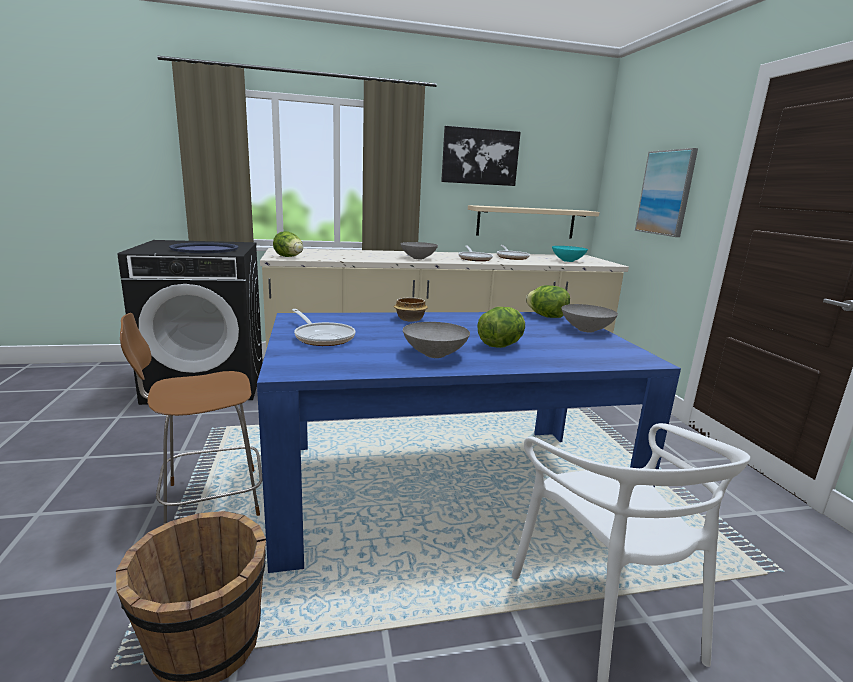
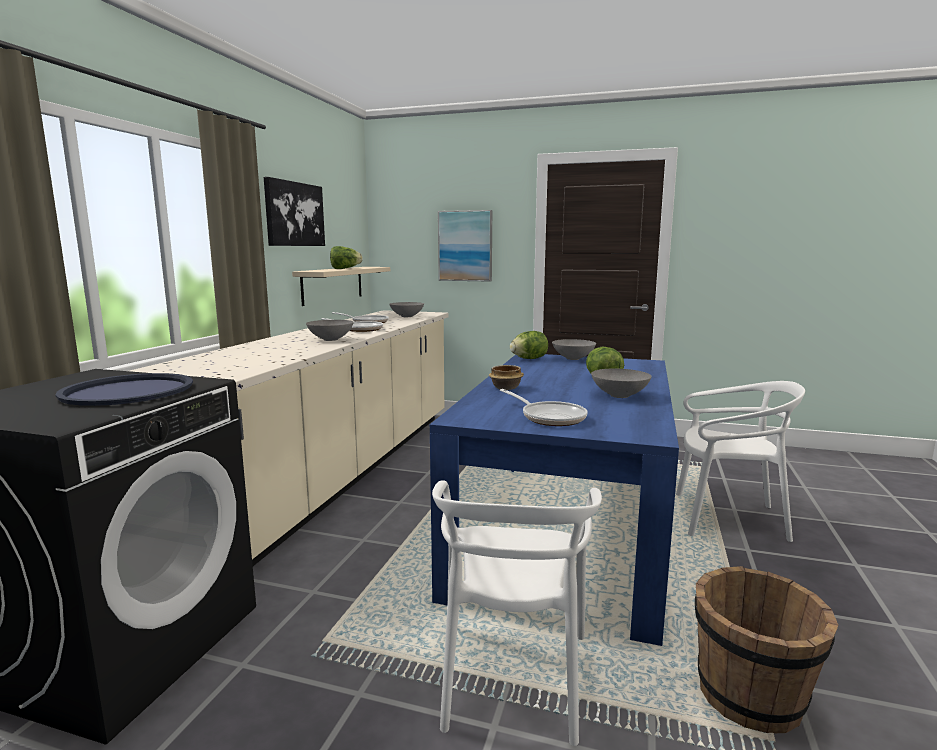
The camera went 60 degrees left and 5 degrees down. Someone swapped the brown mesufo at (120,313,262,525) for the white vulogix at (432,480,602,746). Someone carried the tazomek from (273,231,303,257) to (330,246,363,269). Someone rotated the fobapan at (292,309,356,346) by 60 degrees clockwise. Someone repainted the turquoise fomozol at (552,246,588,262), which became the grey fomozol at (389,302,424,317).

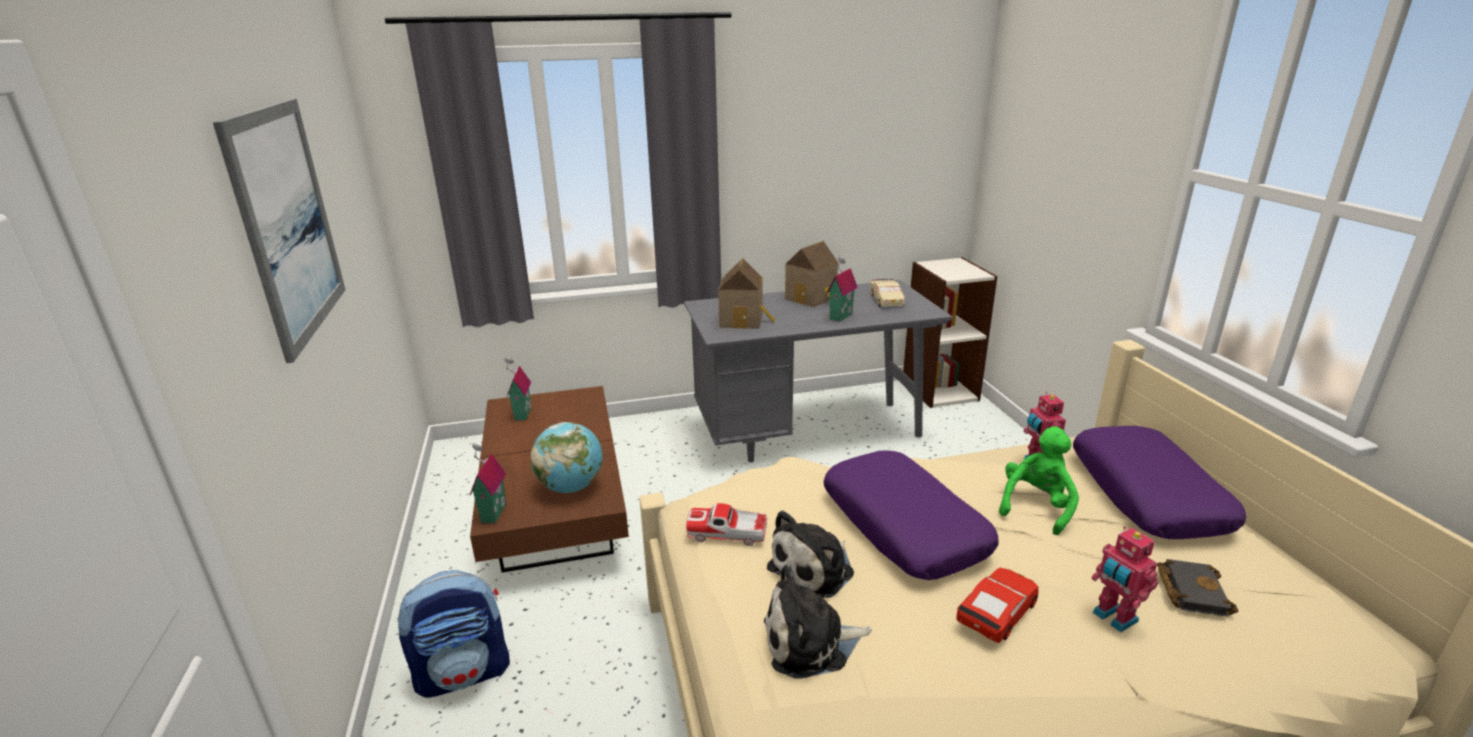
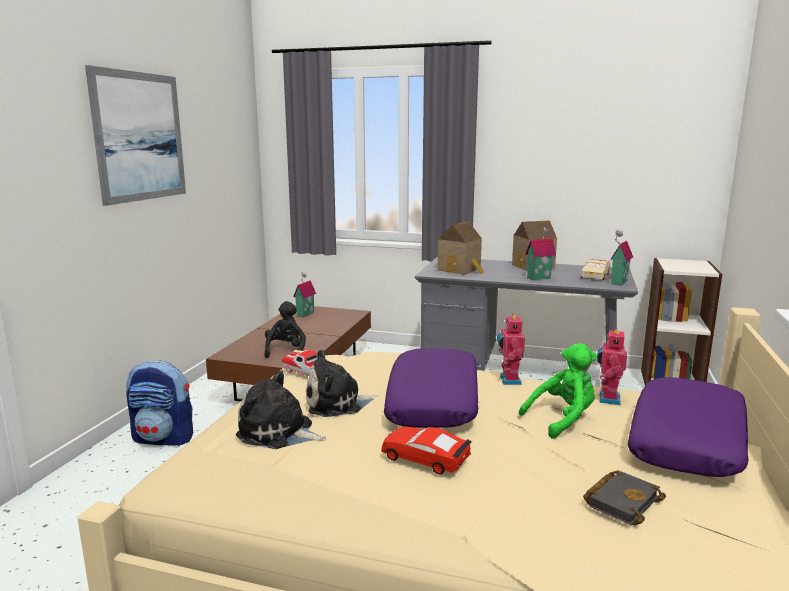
The camera went 30 degrees right and 10 degrees down. Someone carried the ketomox from (470,442,506,523) to (610,230,633,286). Someone swapped the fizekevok at (530,422,603,493) for the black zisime at (264,301,306,358). Someone rotated the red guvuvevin at (956,567,1039,643) by 135 degrees counterclockwise. Someone carried the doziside from (1091,526,1158,632) to (497,314,525,385).

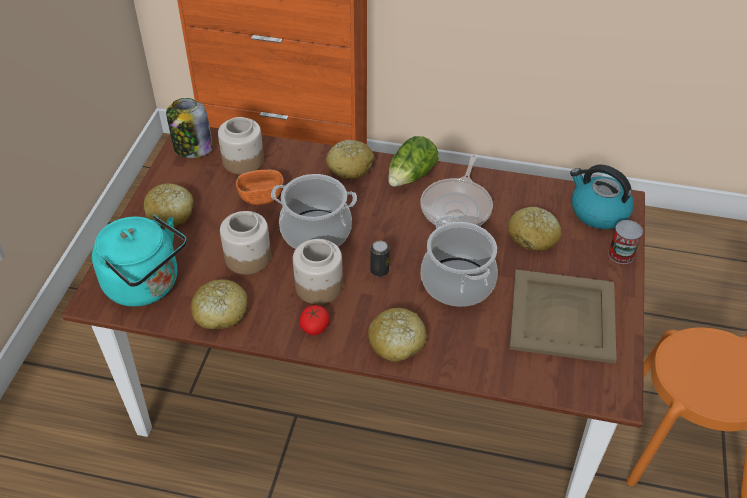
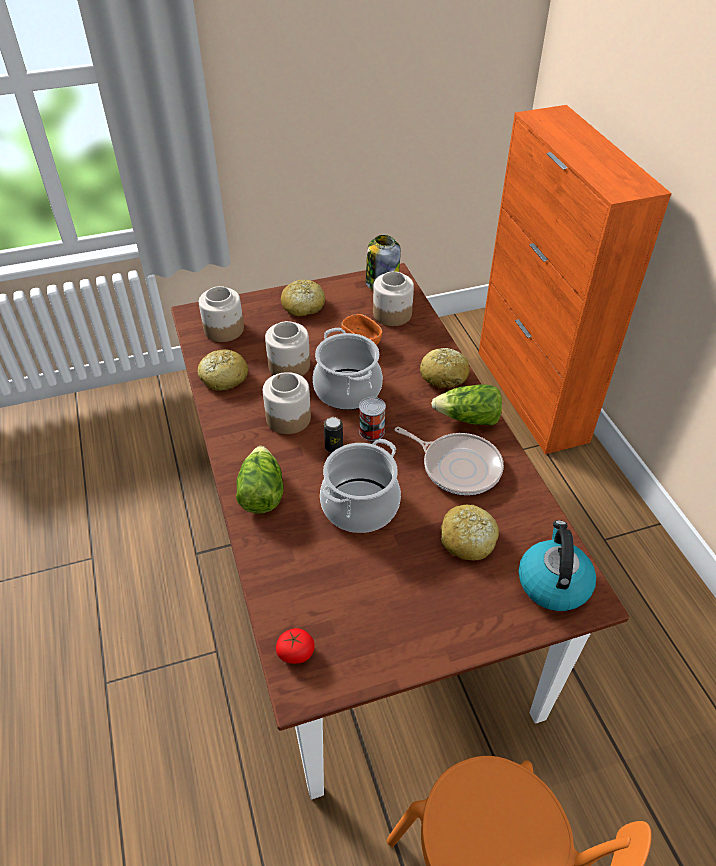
The camera went 60 degrees right and 0 degrees up. Someone swapped the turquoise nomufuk at (92,215,187,307) for the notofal at (199,286,244,342). Someone carried the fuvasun from (299,305,330,335) to (276,628,315,664). Someone swapped the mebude at (368,308,427,362) for the tazomek at (236,446,284,514). Someone rotated the fobapan at (421,155,493,227) by 135 degrees counterclockwise. Someone took away the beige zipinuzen at (509,269,617,364). Someone carried the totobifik from (608,220,643,264) to (359,397,386,441).

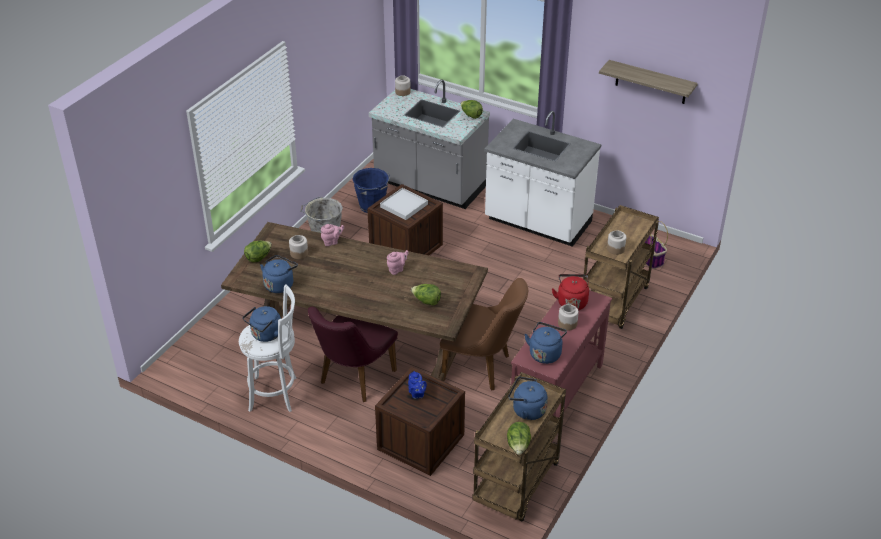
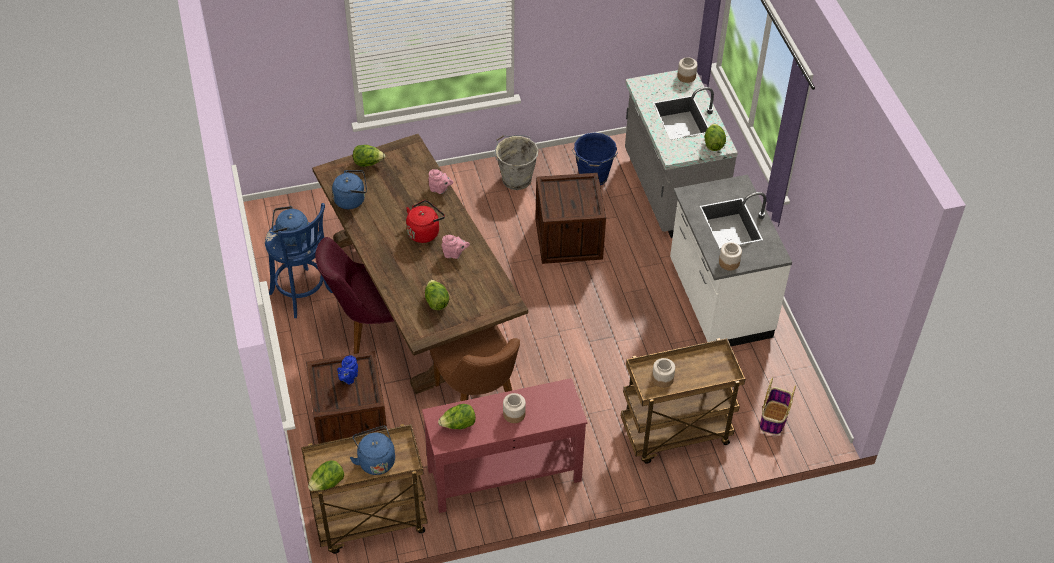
The camera went 45 degrees right and 10 degrees up. Someone repainted the white mesufo at (239,284,296,412), which became the blue mesufo at (265,203,333,318). Someone carried the notofal from (289,235,308,259) to (719,242,742,271). Someone took away the white zipinuzen at (380,188,428,220). Someone swapped the blue nomufuk at (524,322,567,364) for the tazomek at (438,404,476,429). Someone carried the red nomufuk from (552,274,589,310) to (406,200,445,243). Someone took away the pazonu at (599,60,698,104).

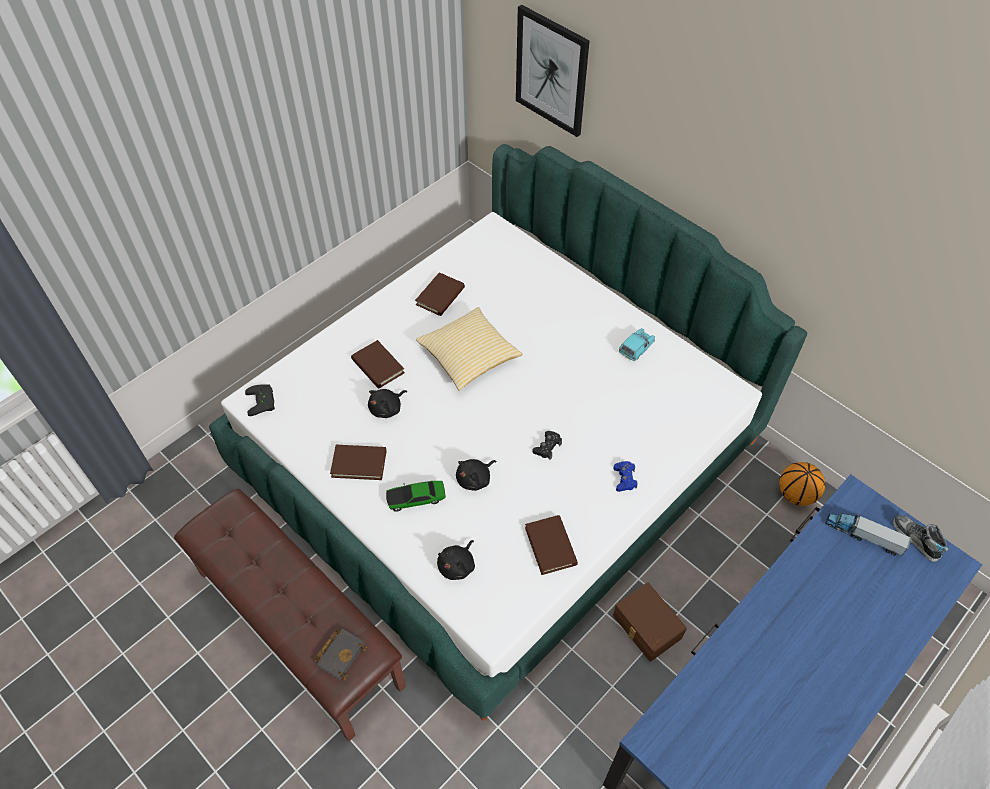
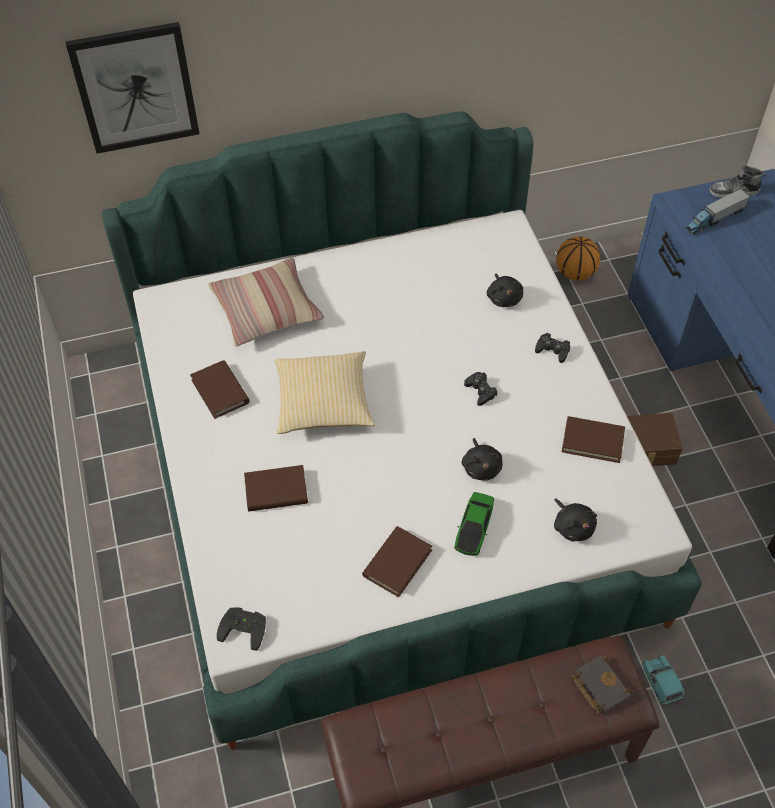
The camera went 60 degrees left and 0 degrees up. Someone carried the black zisime from (368,389,407,418) to (487,274,523,307). Someone repainted the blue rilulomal at (613,461,638,492), which became the black rilulomal at (535,333,570,363). Someone carried the turquoise guvuvevin from (619,328,655,361) to (642,655,685,705). Someone put down the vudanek at (208,258,324,347).

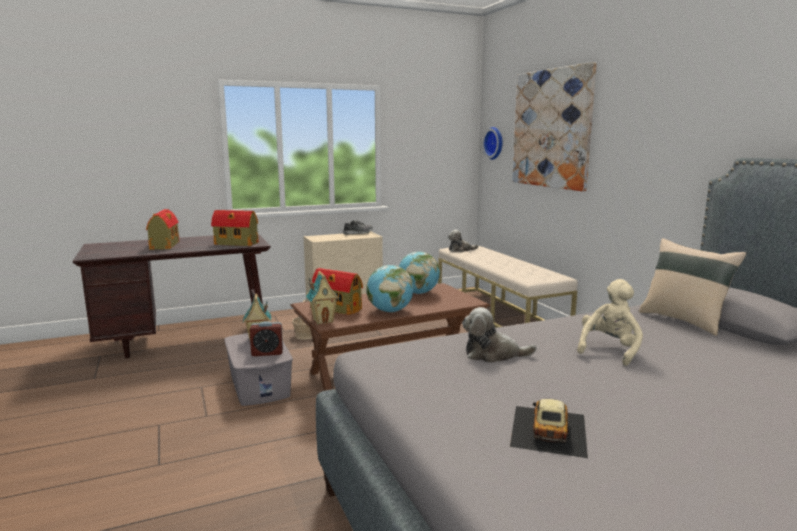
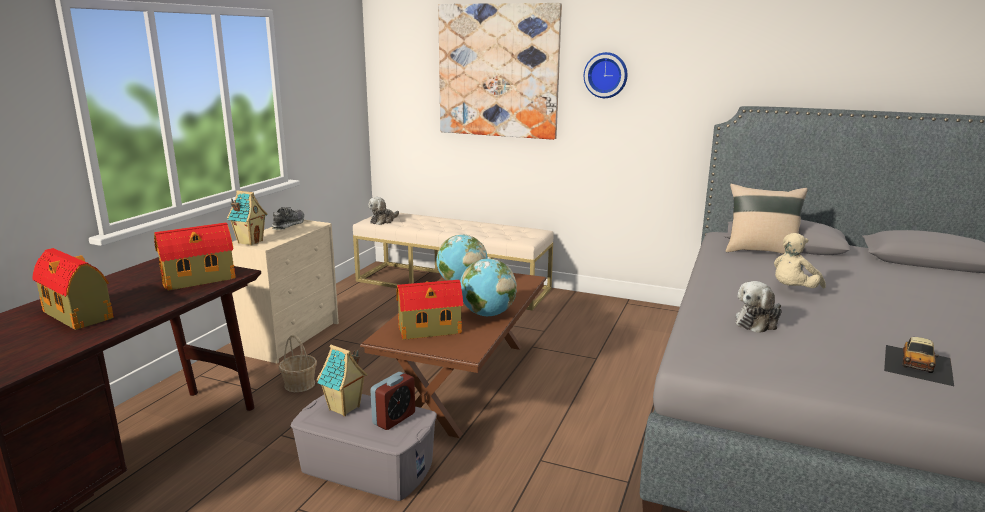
The camera went 45 degrees left and 5 degrees up. Someone carried the ketomox from (306,271,339,325) to (227,190,268,246). Someone carried the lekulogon from (482,127,503,160) to (584,52,627,98). Someone rotated the guvuvevin at (510,399,588,458) by 120 degrees counterclockwise. Someone rotated the beige zisime at (577,279,643,366) by 120 degrees counterclockwise.

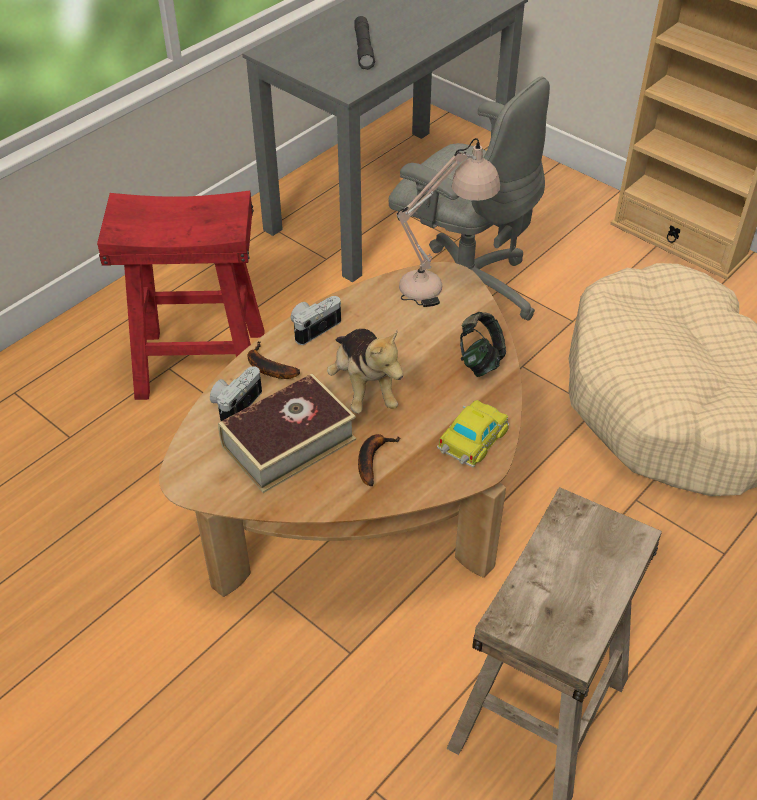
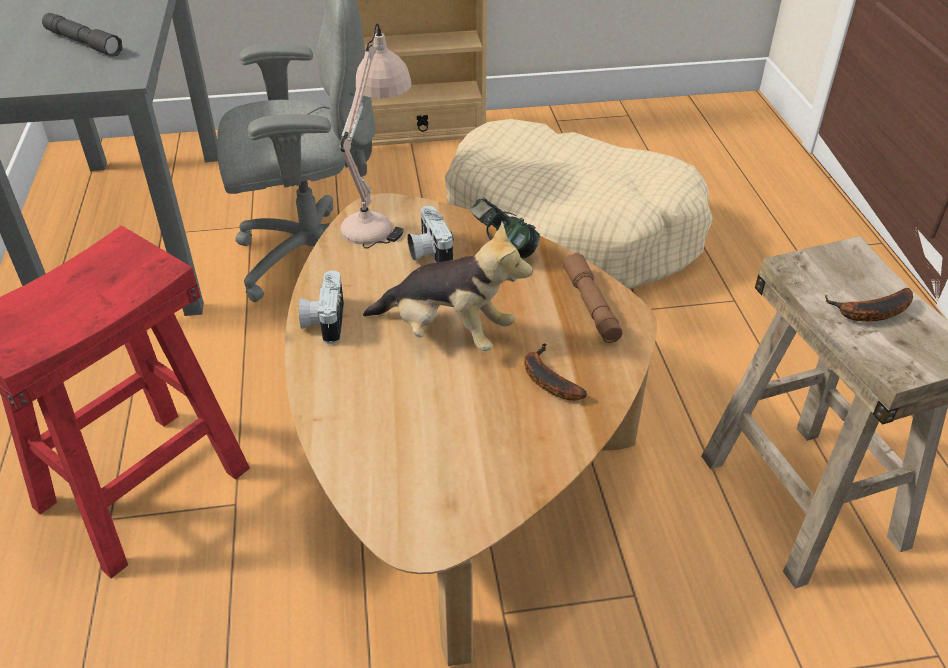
The camera went 50 degrees left and 5 degrees down. Someone carried the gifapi from (210,366,262,421) to (408,206,454,263). Someone took away the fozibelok at (218,373,356,493). Someone carried the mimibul from (248,341,300,379) to (825,288,913,321). Someone swapped the guvuvevin at (437,400,509,468) for the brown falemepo at (563,253,623,343).

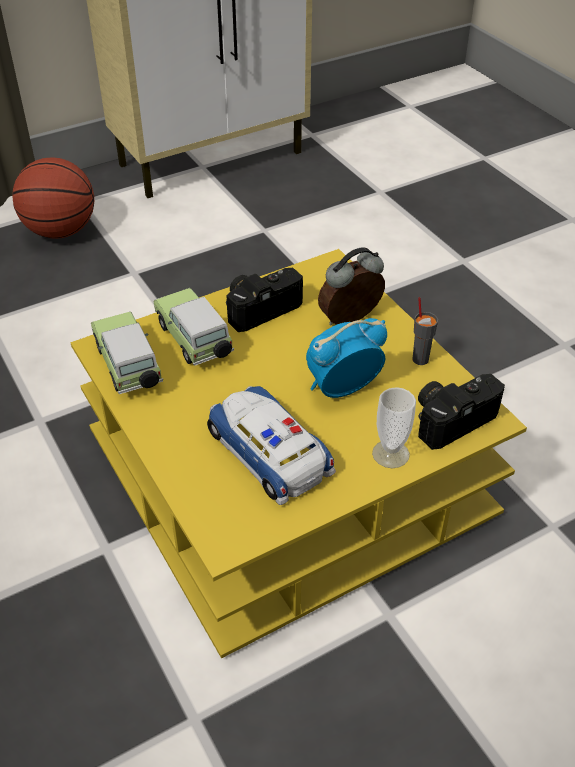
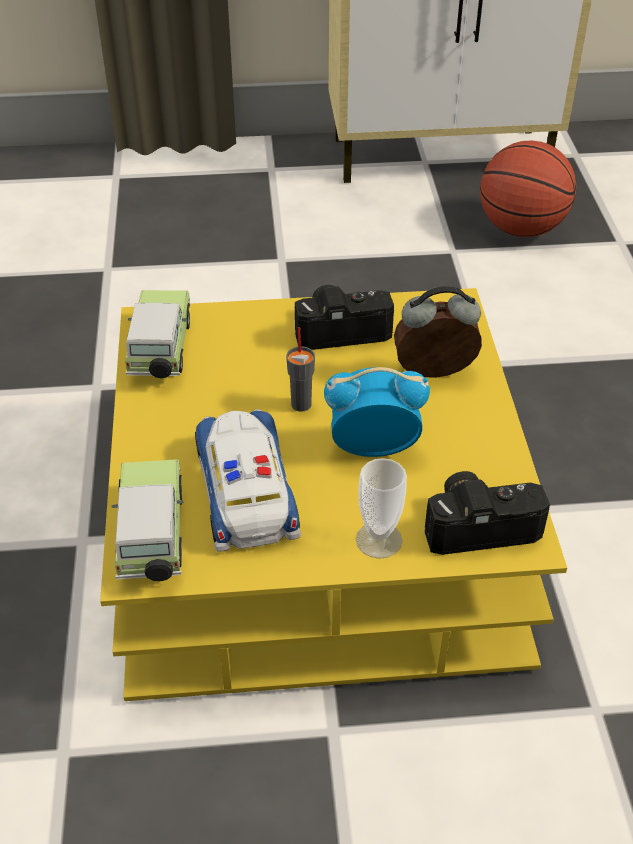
The camera went 25 degrees right and 0 degrees up. Someone carried the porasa from (12,157,94,239) to (480,141,576,237). Someone carried the guvuvevin from (153,288,234,366) to (112,459,184,581). Someone carried the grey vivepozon from (412,297,438,365) to (286,327,315,412).

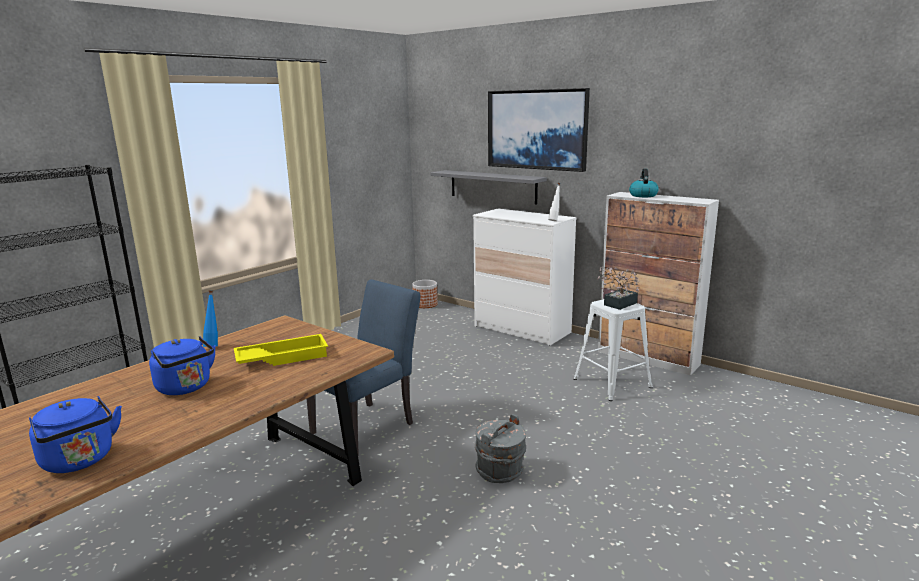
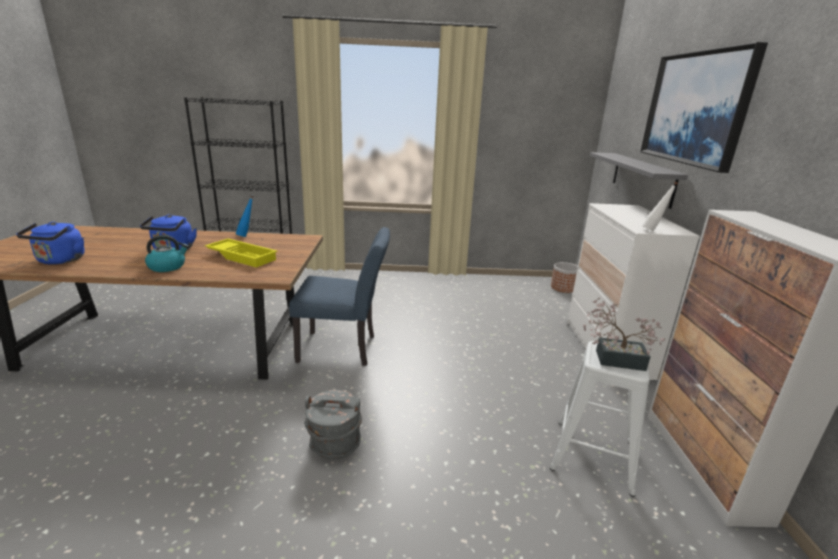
The camera went 50 degrees right and 5 degrees up. Someone carried the nomufuk from (629,169,659,197) to (145,235,189,272).

